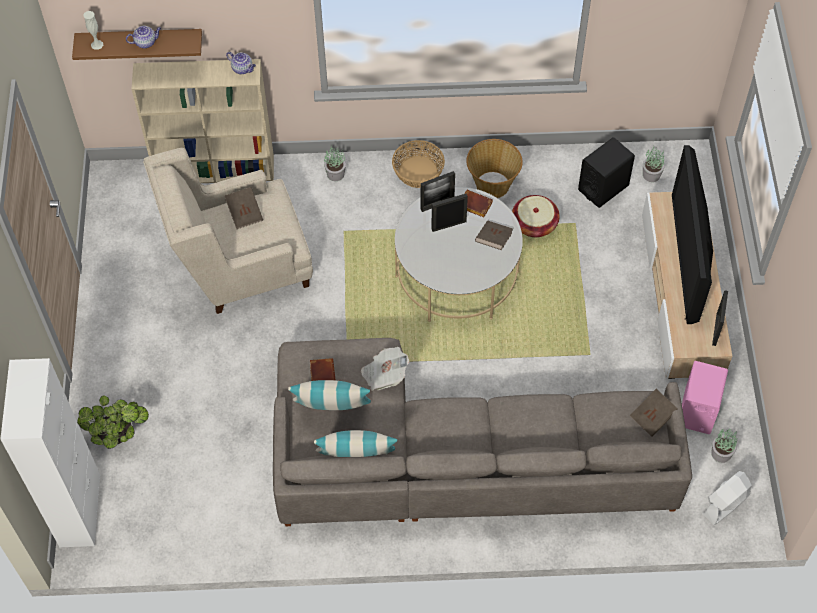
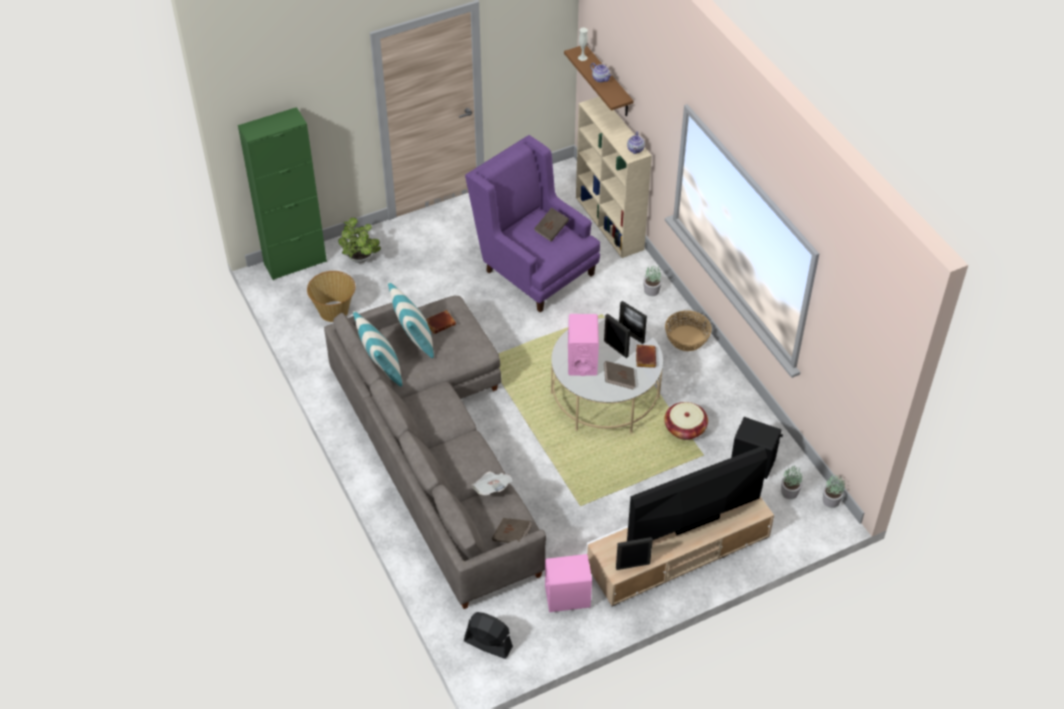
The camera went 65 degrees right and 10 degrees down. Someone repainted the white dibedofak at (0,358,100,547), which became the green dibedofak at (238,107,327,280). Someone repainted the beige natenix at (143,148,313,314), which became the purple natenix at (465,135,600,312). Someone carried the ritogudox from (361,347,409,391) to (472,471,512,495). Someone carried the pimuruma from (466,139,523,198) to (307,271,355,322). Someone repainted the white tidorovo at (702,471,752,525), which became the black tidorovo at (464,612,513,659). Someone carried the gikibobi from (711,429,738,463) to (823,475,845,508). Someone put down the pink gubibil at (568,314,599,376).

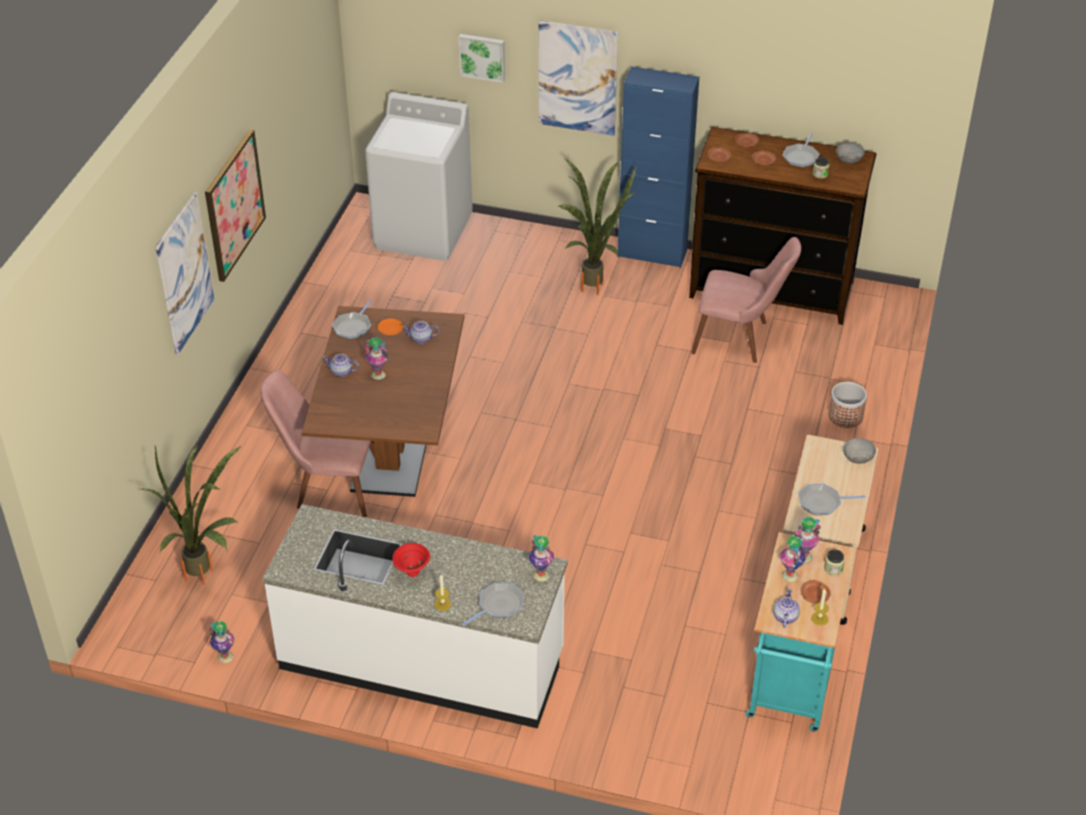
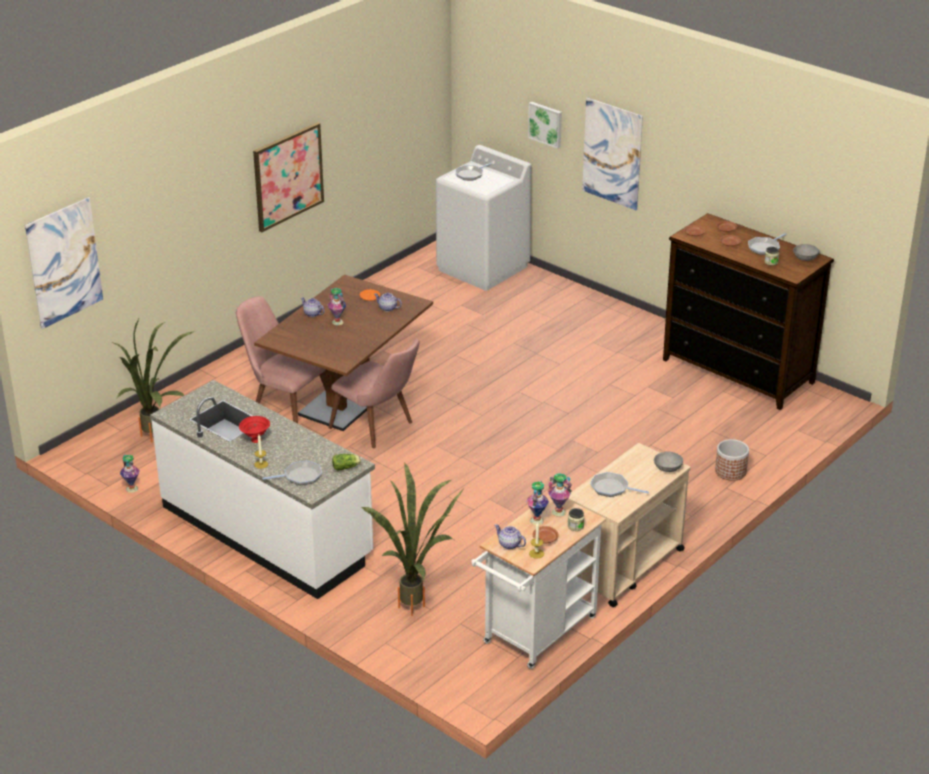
The camera went 25 degrees right and 10 degrees down. Someone carried the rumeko from (155,192,214,355) to (25,197,103,329). Someone carried the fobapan from (332,300,372,340) to (455,163,491,180). Someone swapped the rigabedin at (529,535,554,582) for the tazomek at (332,454,361,470). Someone carried the gikibobi from (559,159,637,295) to (361,463,464,616). Someone took away the blue dibedofak at (617,66,699,268). Someone carried the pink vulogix from (691,237,801,363) to (329,339,420,448). Someone repainted the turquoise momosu at (745,532,855,732), which became the white momosu at (471,495,606,669). Someone rotated the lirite at (773,588,800,628) by 90 degrees counterclockwise.

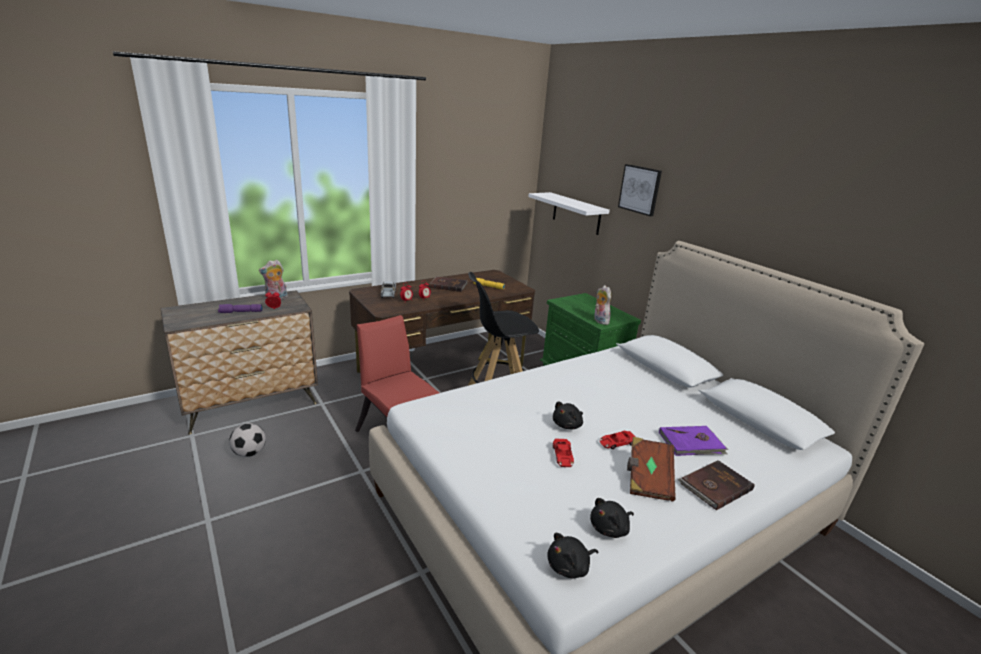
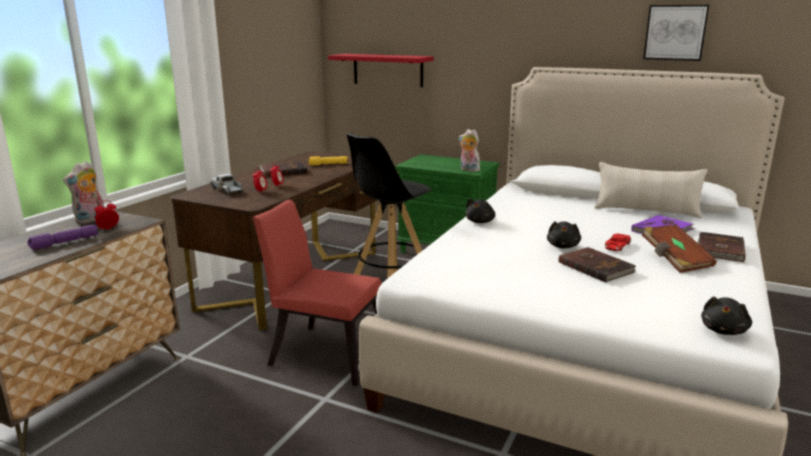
The camera went 30 degrees left and 5 degrees down. Someone took away the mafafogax at (229,423,266,457). Someone repainted the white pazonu at (528,192,610,235), which became the red pazonu at (328,54,434,87). Someone swapped the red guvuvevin at (553,439,574,467) for the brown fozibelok at (559,247,636,283). Someone carried the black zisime from (590,498,634,538) to (465,198,496,223). Someone carried the rumeko from (618,164,662,216) to (643,5,709,61). Someone put down the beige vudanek at (594,162,708,218).

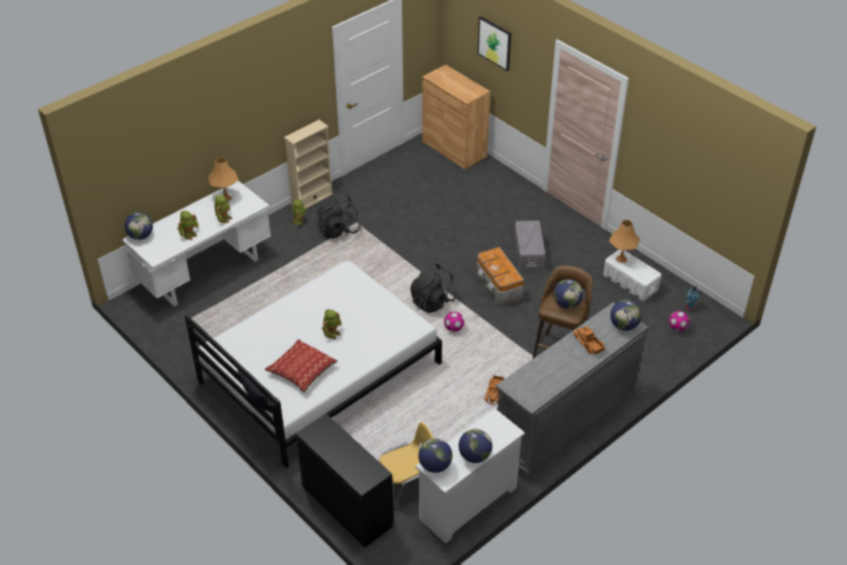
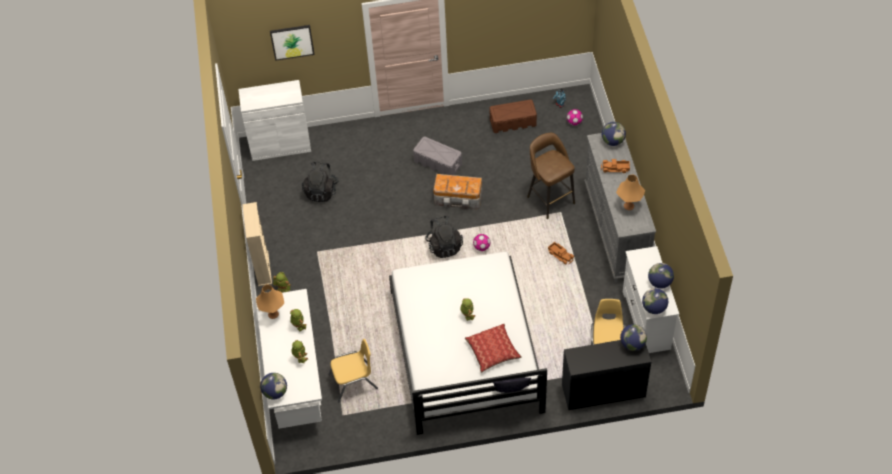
The camera went 55 degrees left and 10 degrees up. Someone carried the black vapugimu from (317,193,361,238) to (302,161,338,202). Someone repainted the brown dibedofak at (422,65,490,170), which became the white dibedofak at (238,80,311,161). Someone carried the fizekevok from (553,279,583,309) to (620,324,647,351). Someone repainted the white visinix at (603,250,661,301), which became the brown visinix at (490,100,537,133). Someone carried the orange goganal from (609,220,640,263) to (616,175,645,210). Someone put down the yellow vulogix at (328,339,378,402).

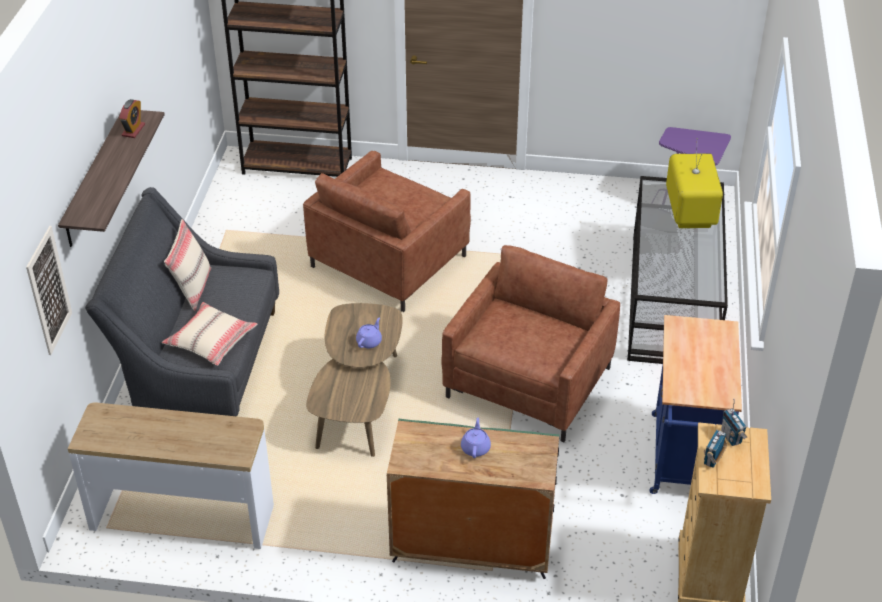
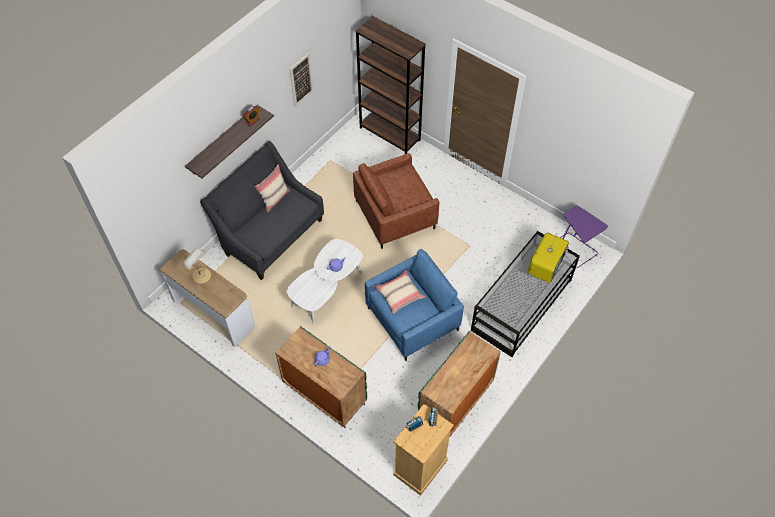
The camera went 30 degrees right and 15 degrees up. Someone carried the rumeko from (26,226,72,355) to (290,52,314,107). Someone carried the beige vudanek from (162,302,257,366) to (374,270,425,314). Someone repainted the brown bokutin at (306,303,403,457), which became the white bokutin at (287,239,363,324). Someone repainted the brown natenix at (441,245,620,442), which became the blue natenix at (365,249,464,361). Someone swapped the blue momosu at (650,315,742,494) for the green dibedofak at (417,331,501,438). Someone put down the goganal at (182,248,211,284).

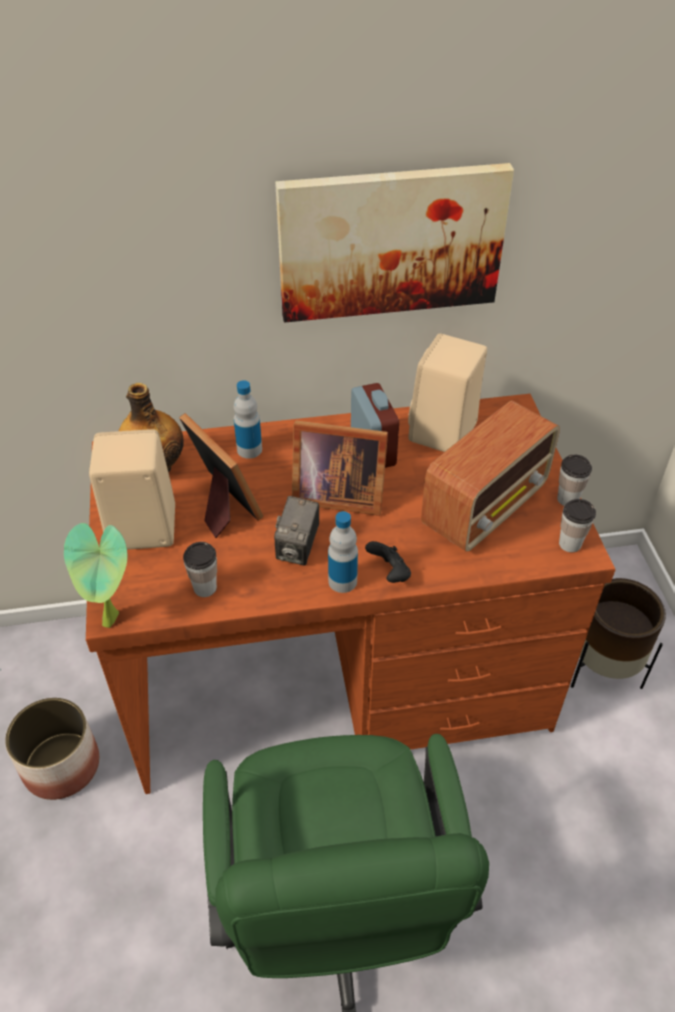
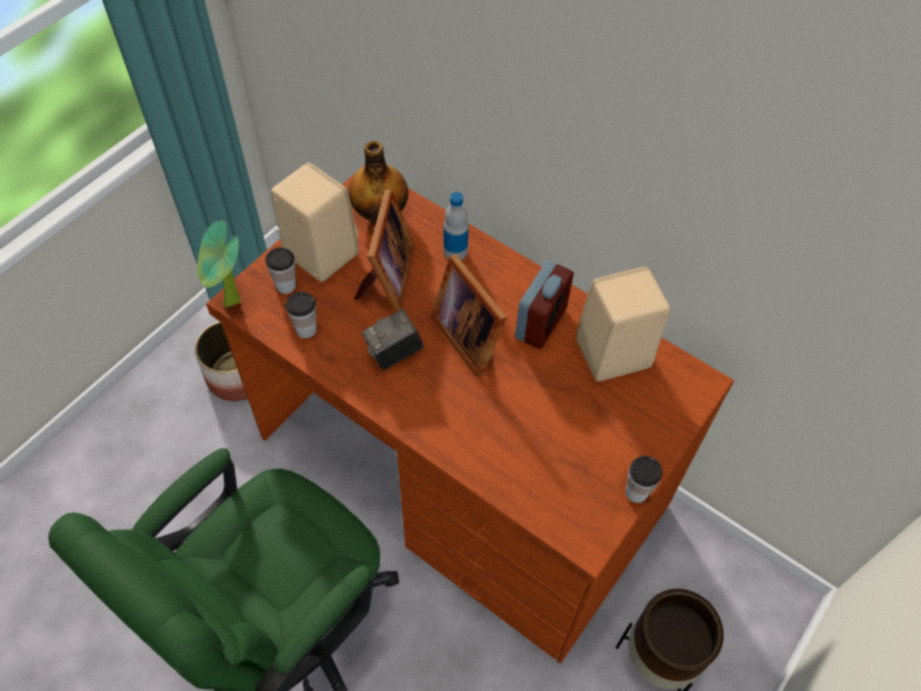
The camera went 45 degrees right and 10 degrees up. Someone took away the rumeko at (275,163,514,323). Someone took away the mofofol at (328,511,358,593). Someone took away the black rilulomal at (365,541,411,583). Someone took away the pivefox at (421,400,560,552). Someone carried the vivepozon from (559,499,596,552) to (265,247,296,294).

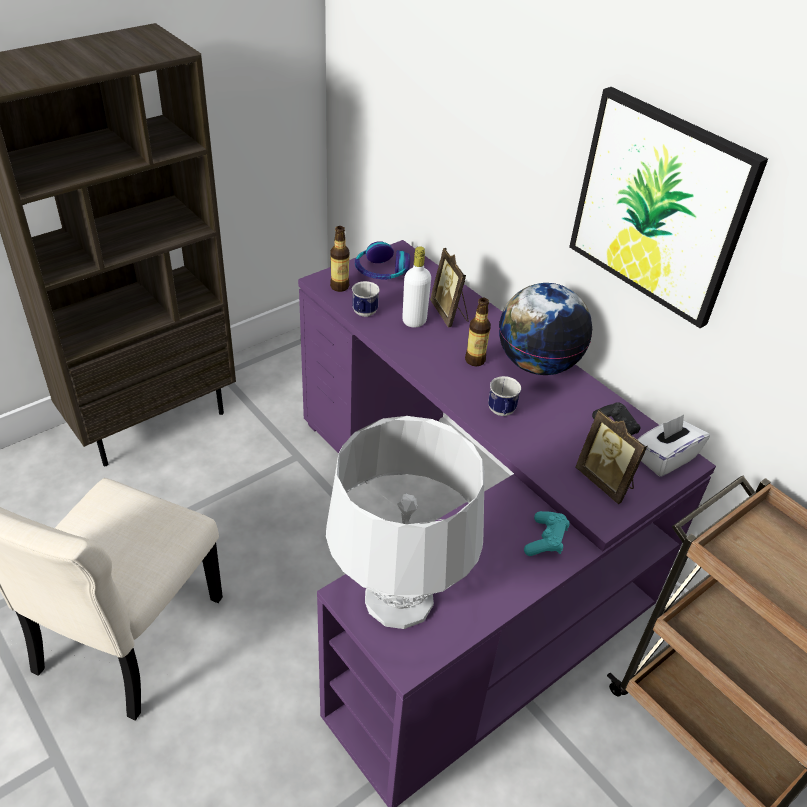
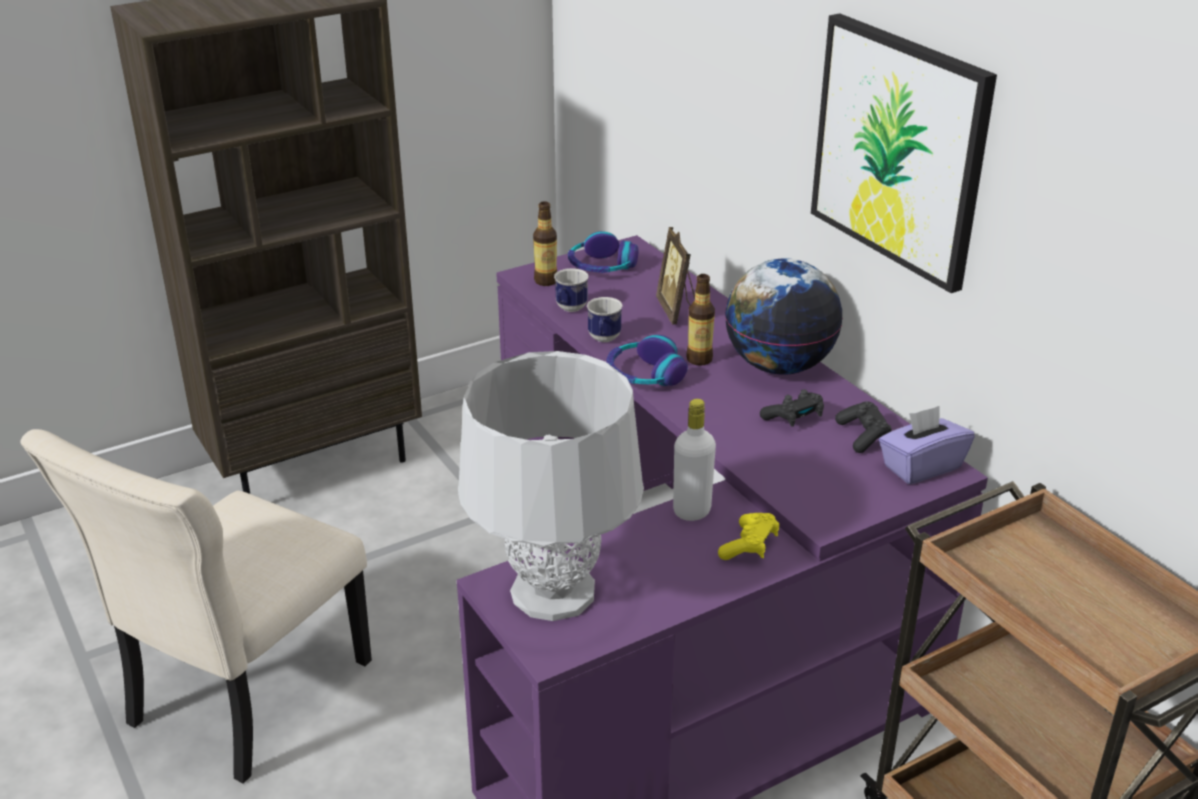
The camera went 10 degrees right and 10 degrees down. Someone carried the white mofofol from (402,246,431,327) to (673,399,716,521). Someone carried the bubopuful from (488,376,521,416) to (587,297,623,342). Someone repainted the turquoise rilulomal at (524,511,569,556), which became the yellow rilulomal at (718,513,779,560). Someone took away the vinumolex at (575,409,647,504). Someone repainted the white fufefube at (637,415,710,477), which became the purple fufefube at (879,406,975,484). Someone put down the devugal at (606,335,688,386). Someone put down the black rilulomal at (760,389,824,427).

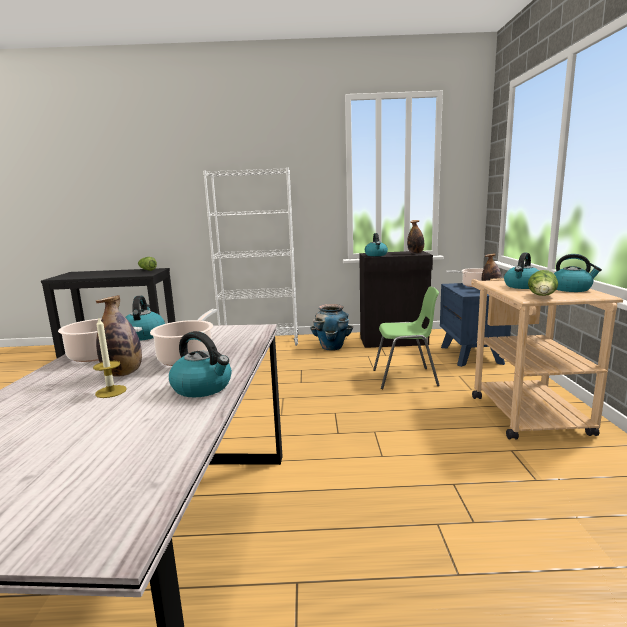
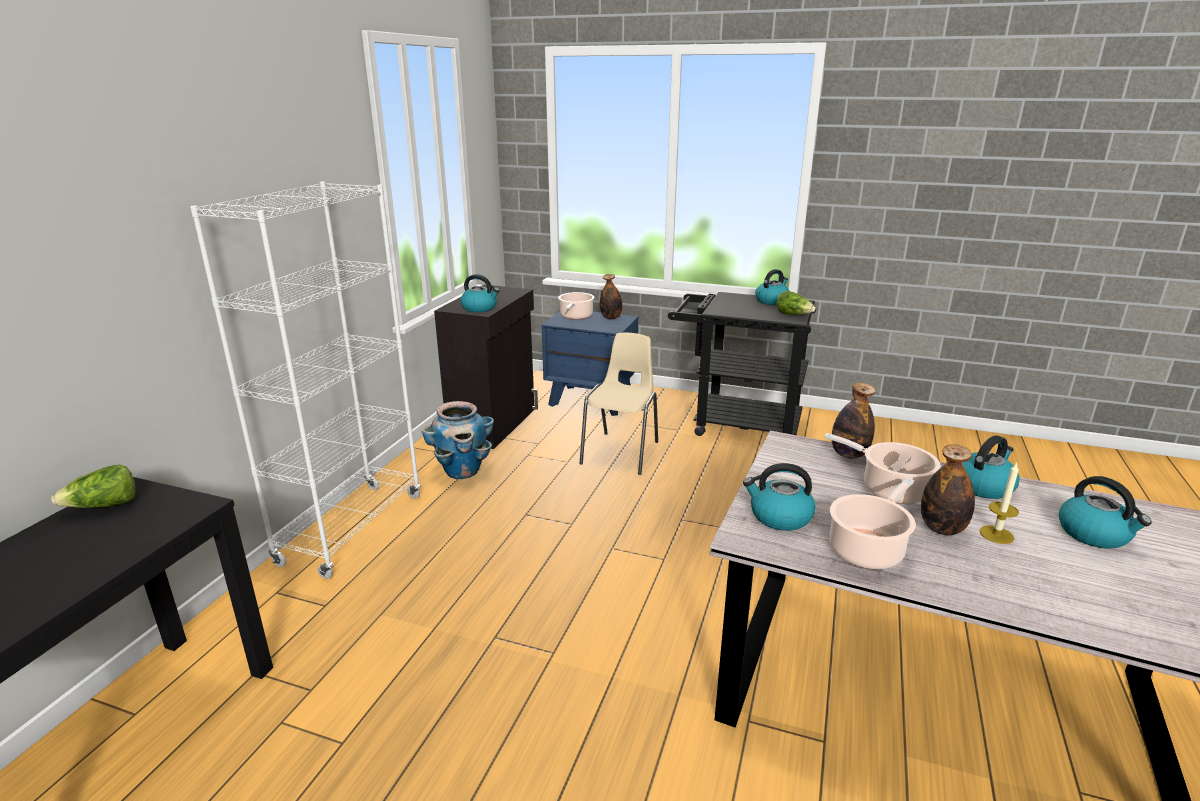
The camera went 70 degrees left and 10 degrees up. Someone repainted the green vulogix at (373,287,440,389), which became the beige vulogix at (579,333,658,475). Someone carried the mofofol from (407,220,424,254) to (832,383,876,459). Someone repainted the beige momosu at (471,278,623,440), which became the black momosu at (668,292,816,436). Someone carried the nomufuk from (504,253,539,289) to (1059,476,1152,549).

